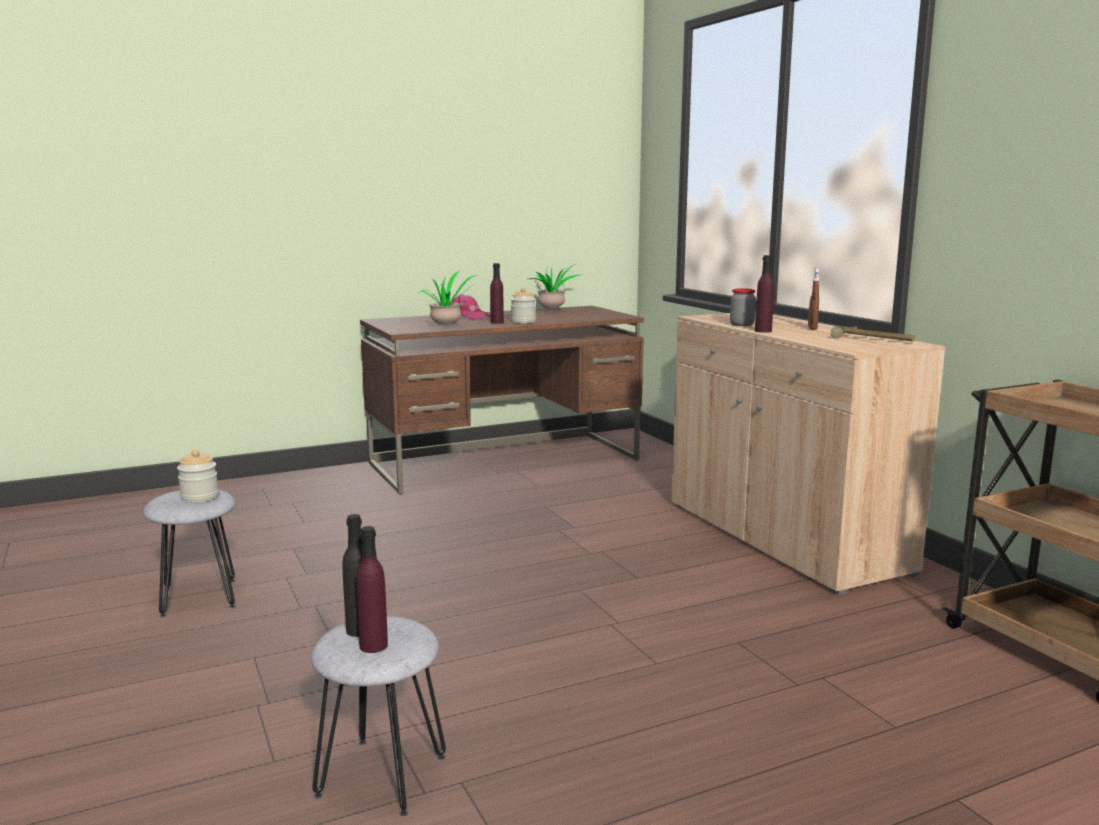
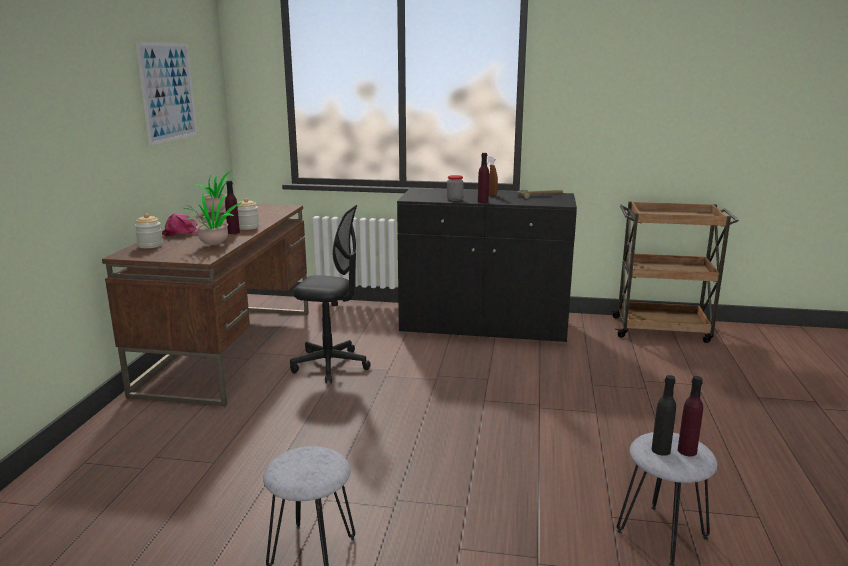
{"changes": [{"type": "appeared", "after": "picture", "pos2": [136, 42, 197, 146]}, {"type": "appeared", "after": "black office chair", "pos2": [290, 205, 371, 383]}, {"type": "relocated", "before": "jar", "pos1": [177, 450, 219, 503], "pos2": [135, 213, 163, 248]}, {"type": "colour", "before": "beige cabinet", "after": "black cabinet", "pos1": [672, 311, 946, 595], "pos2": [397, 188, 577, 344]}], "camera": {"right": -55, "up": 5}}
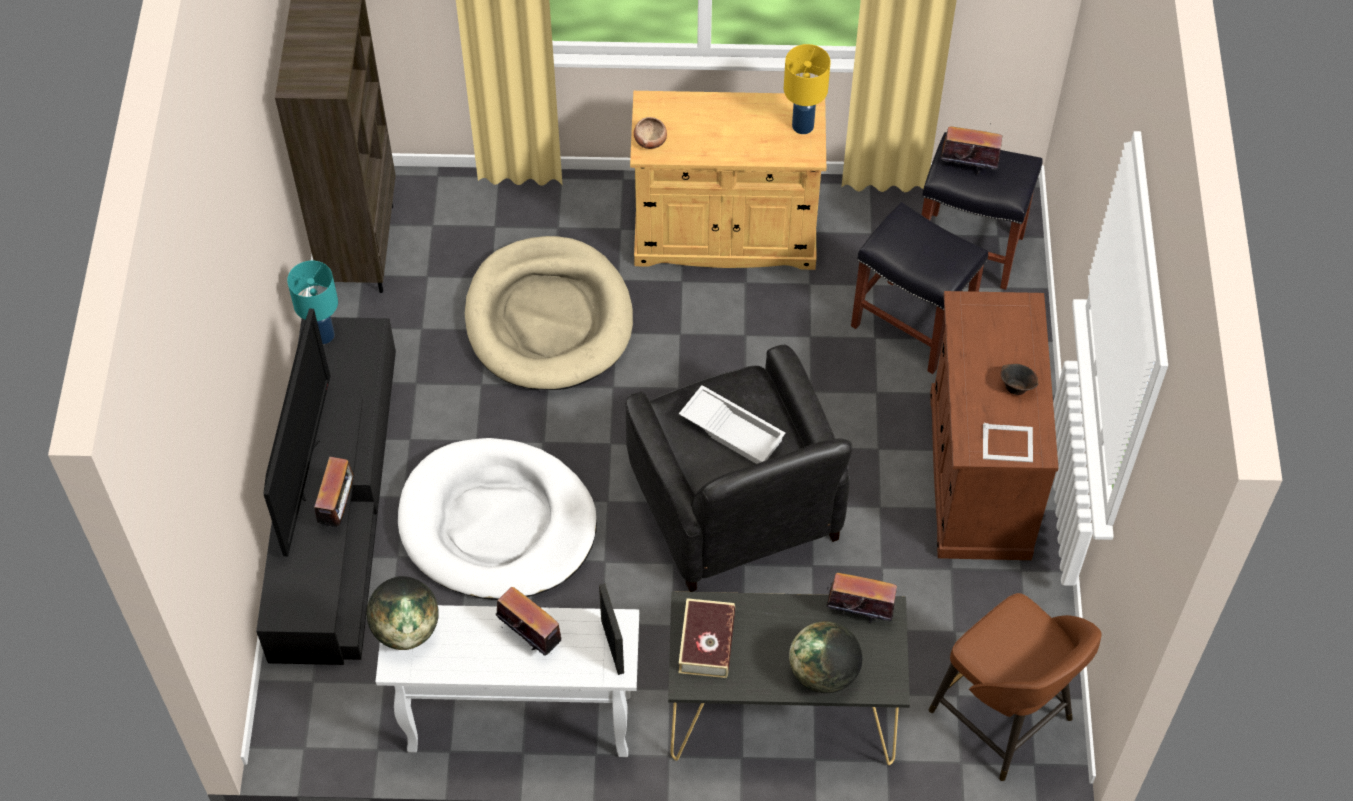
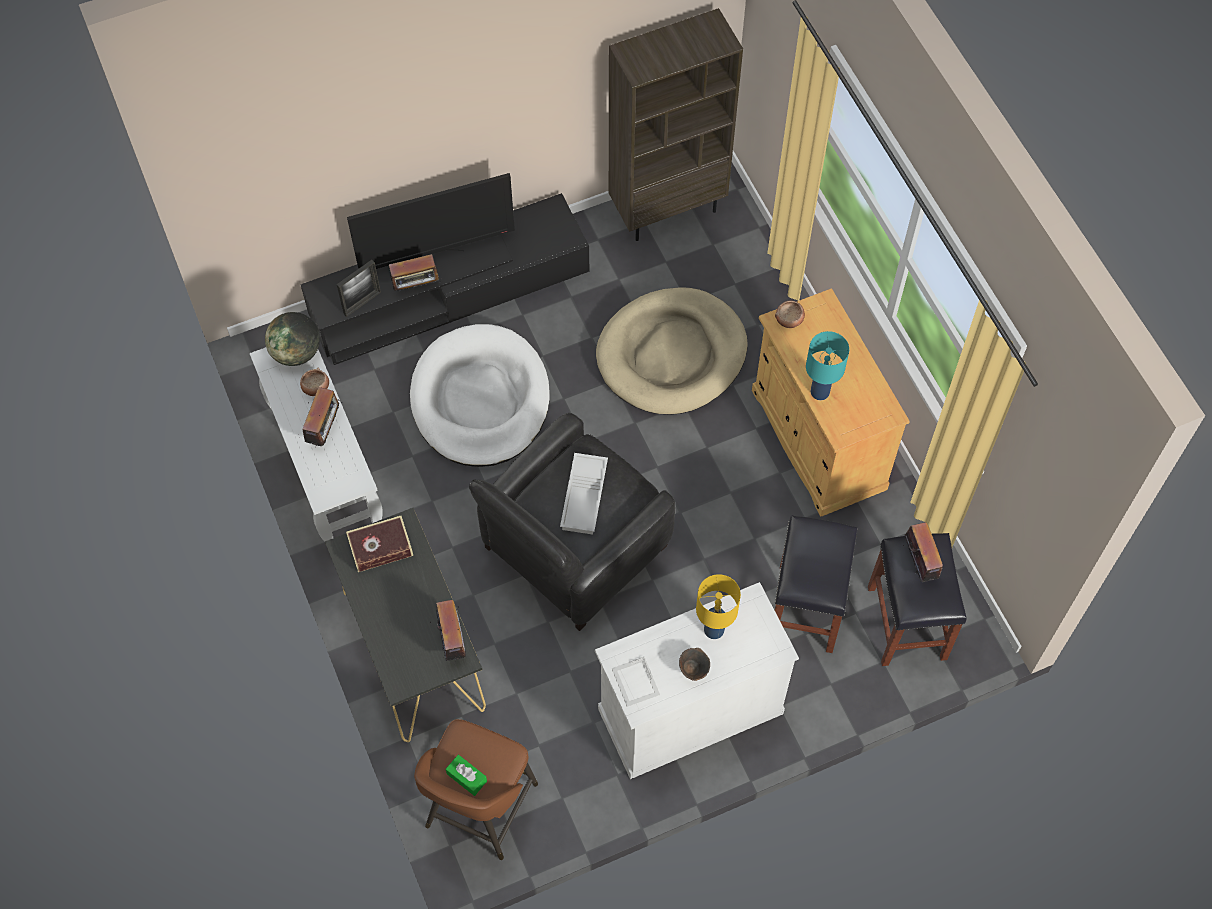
{"changes": [{"type": "missing", "before": "globe", "pos1": [789, 621, 862, 693]}, {"type": "appeared", "after": "bowl", "pos2": [300, 368, 329, 396]}, {"type": "appeared", "after": "green tissue box", "pos2": [446, 755, 487, 796]}, {"type": "relocated", "before": "turquoise table lamp", "pos1": [287, 261, 338, 344], "pos2": [806, 331, 849, 400]}, {"type": "relocated", "before": "picture frame", "pos1": [599, 583, 624, 675], "pos2": [337, 260, 381, 317]}, {"type": "relocated", "before": "yellow table lamp", "pos1": [784, 44, 831, 134], "pos2": [696, 574, 741, 639]}, {"type": "colour", "before": "brown cabinet", "after": "white cabinet", "pos1": [930, 291, 1059, 560], "pos2": [595, 582, 799, 779]}], "camera": {"right": 65, "up": 5}}
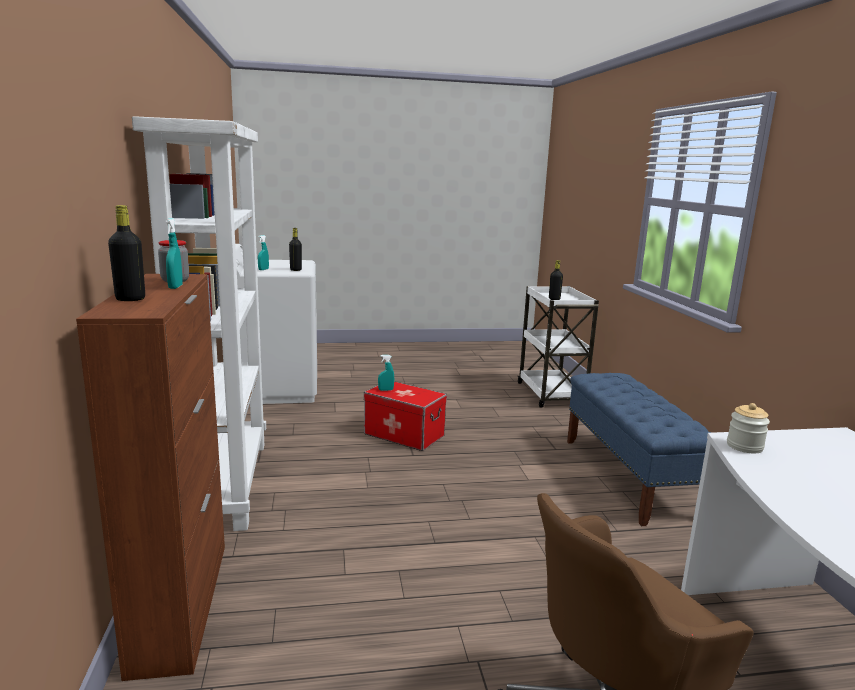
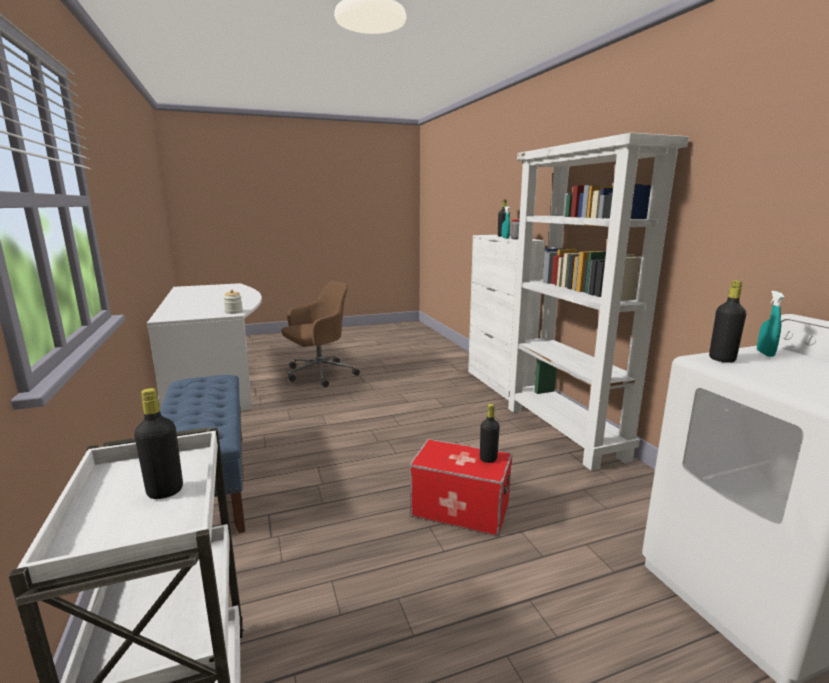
{"changes": [{"type": "exchanged", "before": "turquoise spray bottle", "after": "black bottle", "pos1": [378, 355, 394, 391], "pos2": [480, 404, 500, 463]}, {"type": "colour", "before": "brown cabinet", "after": "white cabinet", "pos1": [76, 274, 225, 681], "pos2": [468, 235, 546, 401]}], "camera": {"right": 170, "up": 0}}
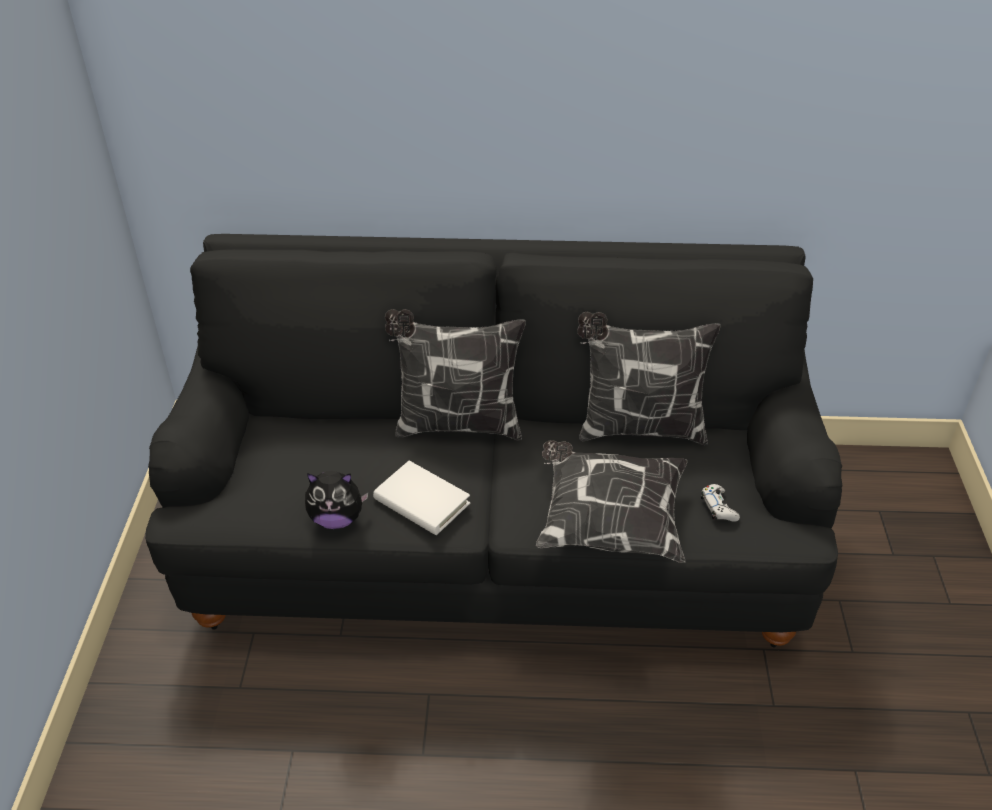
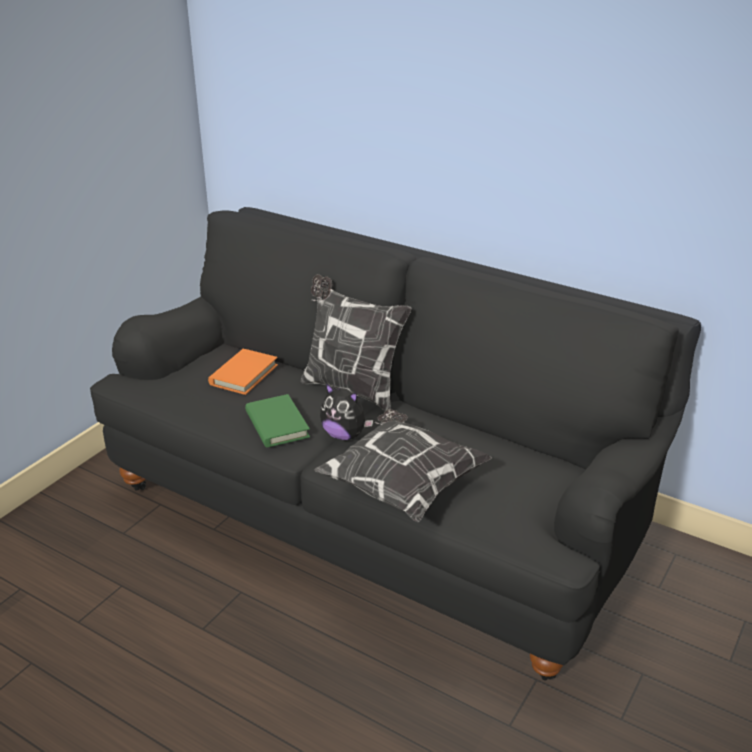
{"changes": [{"type": "missing", "before": "pillow", "pos1": [578, 312, 720, 445]}, {"type": "missing", "before": "white game controller", "pos1": [701, 484, 740, 522]}, {"type": "appeared", "after": "orange book", "pos2": [208, 349, 278, 395]}, {"type": "relocated", "before": "plush toy", "pos1": [305, 471, 369, 529], "pos2": [320, 383, 373, 440]}, {"type": "colour", "before": "white book", "after": "green book", "pos1": [373, 461, 470, 535], "pos2": [245, 394, 310, 448]}], "camera": {"right": 30, "up": -10}}
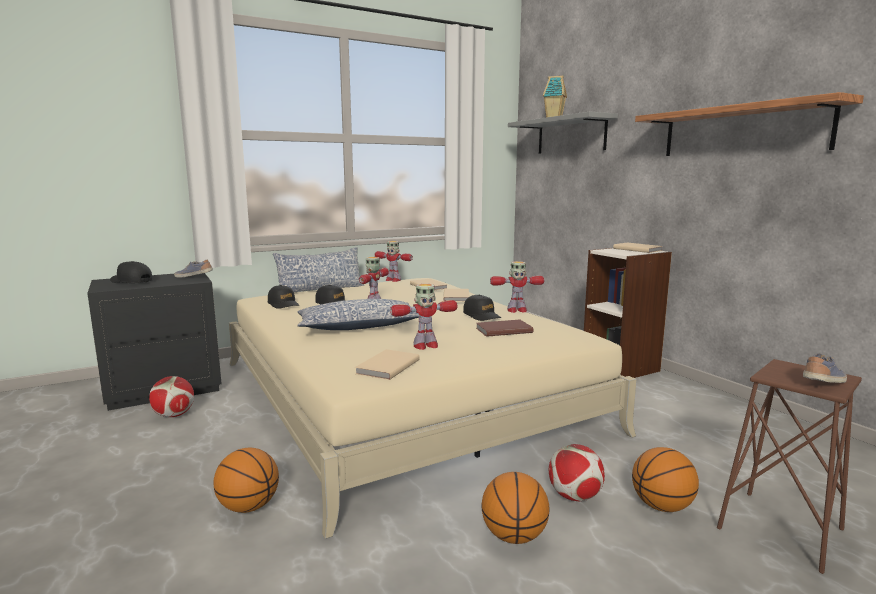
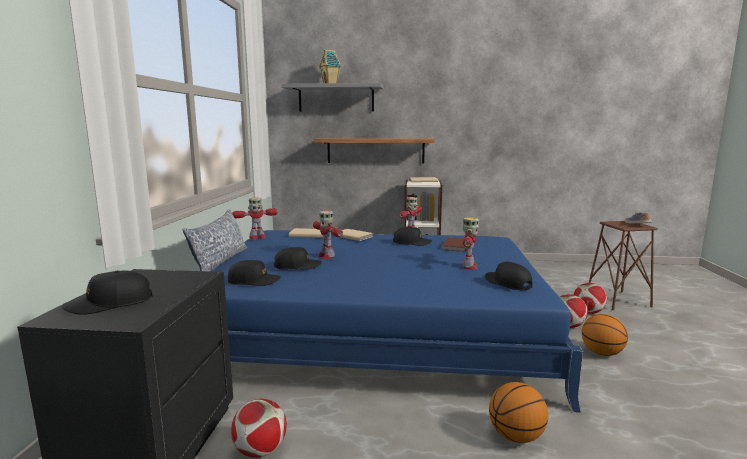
{"changes": [{"type": "missing", "before": "shoe", "pos1": [174, 259, 213, 277]}, {"type": "missing", "before": "pillow", "pos1": [297, 299, 419, 330]}, {"type": "relocated", "before": "shelf", "pos1": [635, 92, 864, 156], "pos2": [314, 138, 435, 164]}, {"type": "exchanged", "before": "beige book", "after": "black cap", "pos1": [355, 349, 420, 380], "pos2": [485, 262, 532, 290]}, {"type": "exchanged", "before": "basketball", "after": "football", "pos1": [632, 447, 699, 512], "pos2": [574, 283, 607, 314]}, {"type": "colour", "before": "beige bed", "after": "blue bed", "pos1": [229, 278, 637, 539], "pos2": [211, 230, 583, 413]}], "camera": {"right": -55, "up": 0}}
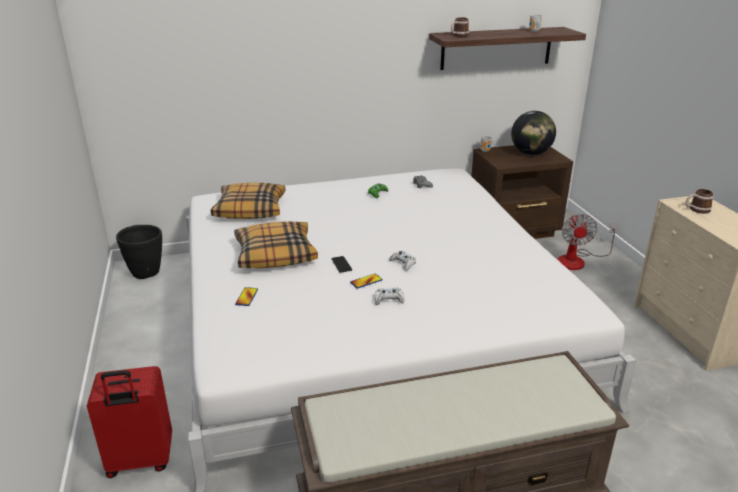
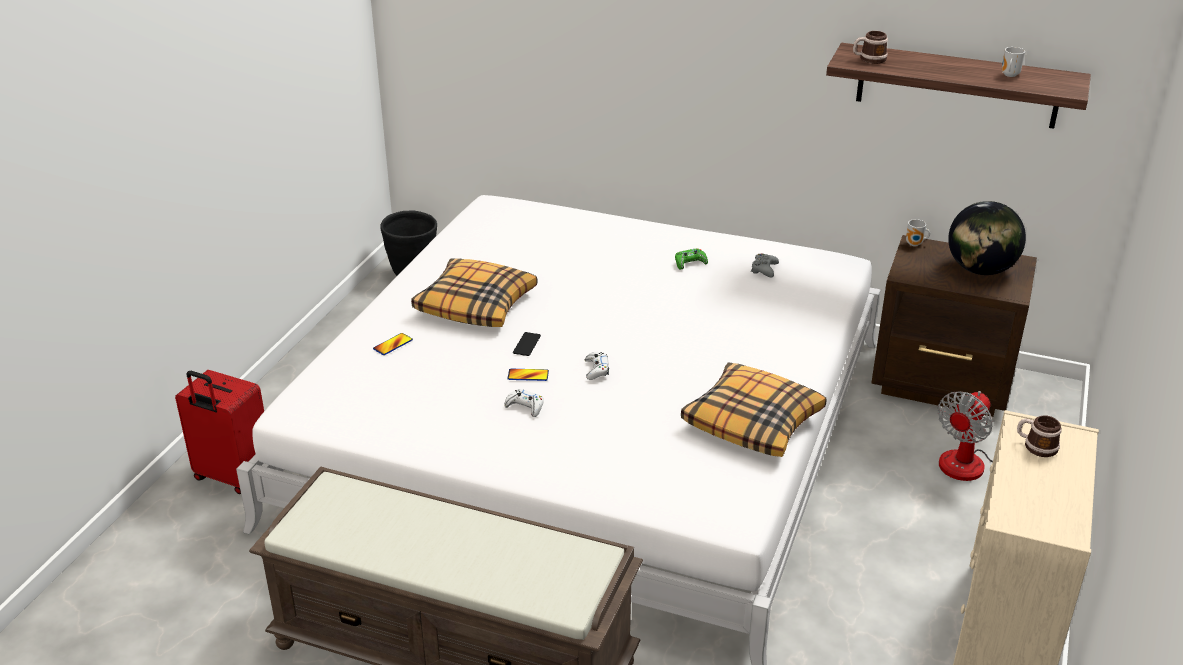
{"changes": [{"type": "relocated", "before": "pillow", "pos1": [211, 183, 285, 219], "pos2": [681, 362, 826, 457]}], "camera": {"right": 35, "up": 5}}
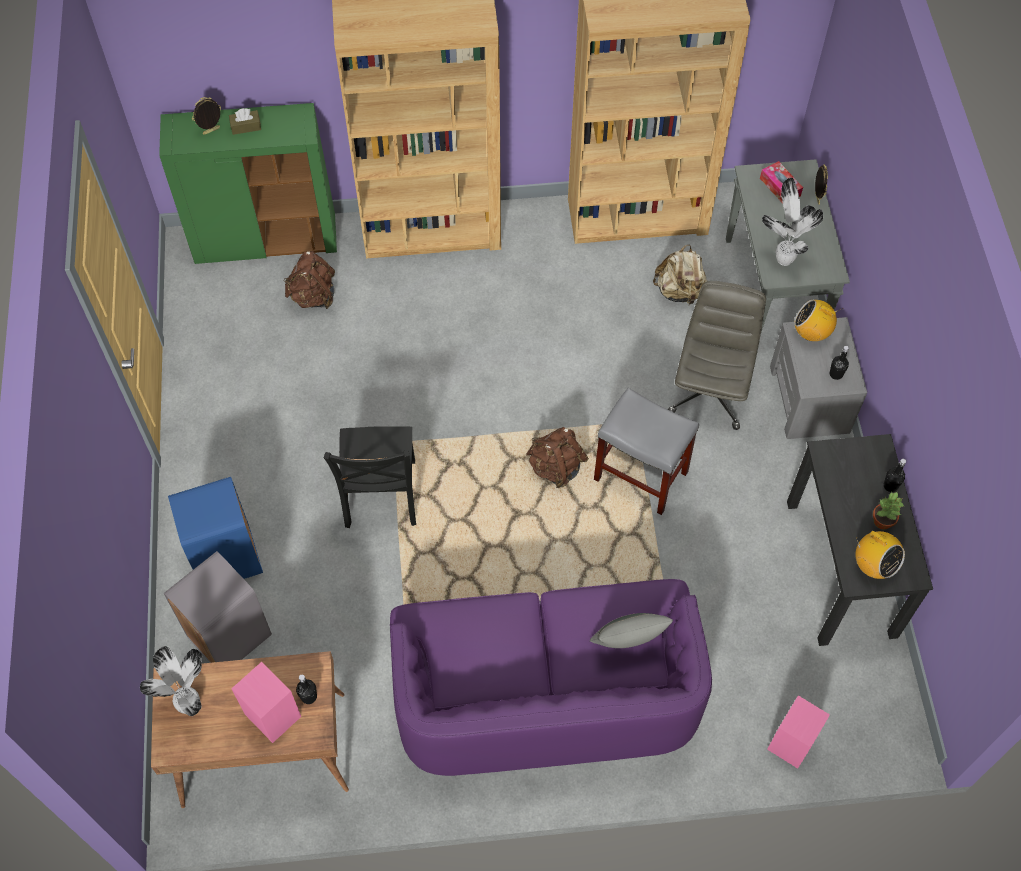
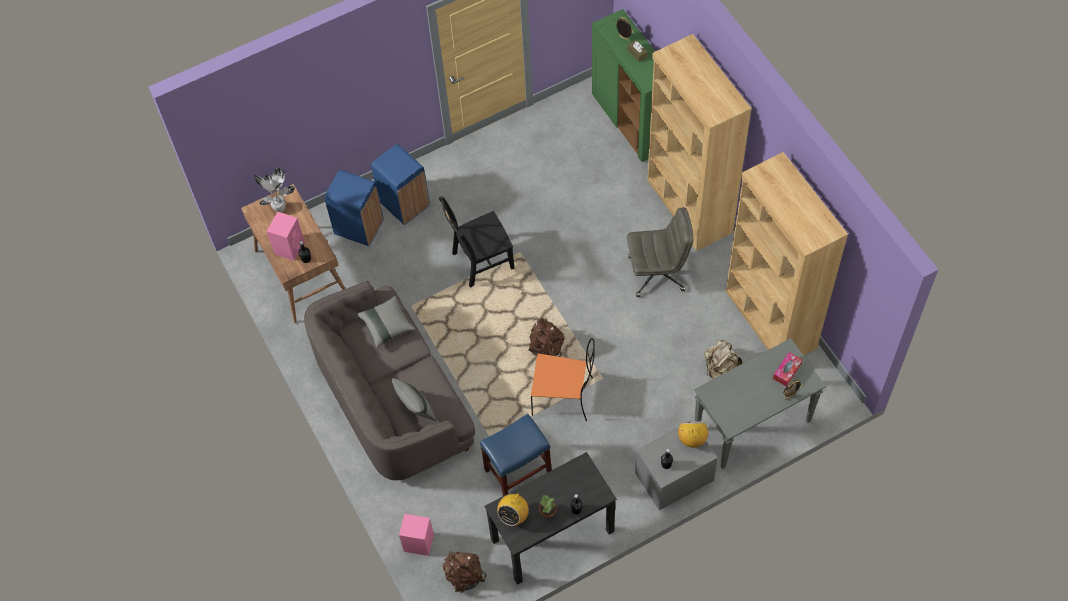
{"changes": [{"type": "missing", "before": "potted plant", "pos1": [762, 178, 823, 266]}, {"type": "appeared", "after": "grey pillow", "pos2": [357, 296, 415, 349]}, {"type": "appeared", "after": "blue stool", "pos2": [480, 414, 552, 496]}, {"type": "relocated", "before": "brown backpack", "pos1": [283, 251, 335, 309], "pos2": [443, 551, 487, 592]}, {"type": "relocated", "before": "grey office chair", "pos1": [668, 281, 766, 430], "pos2": [627, 207, 693, 297]}, {"type": "exchanged", "before": "grey stool", "after": "orange chair", "pos1": [594, 388, 699, 515], "pos2": [531, 338, 595, 421]}, {"type": "colour", "before": "grey trash can", "after": "blue trash can", "pos1": [164, 551, 272, 663], "pos2": [324, 170, 383, 246]}, {"type": "colour", "before": "purple sofa", "after": "grey sofa", "pos1": [390, 579, 712, 776], "pos2": [304, 281, 476, 480]}], "camera": {"right": 70, "up": 0}}
